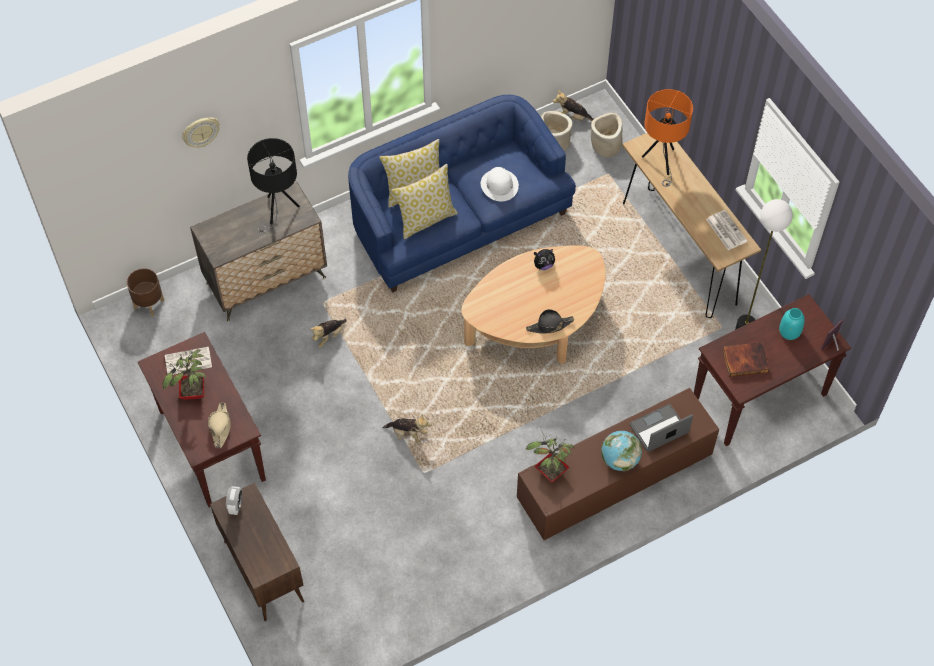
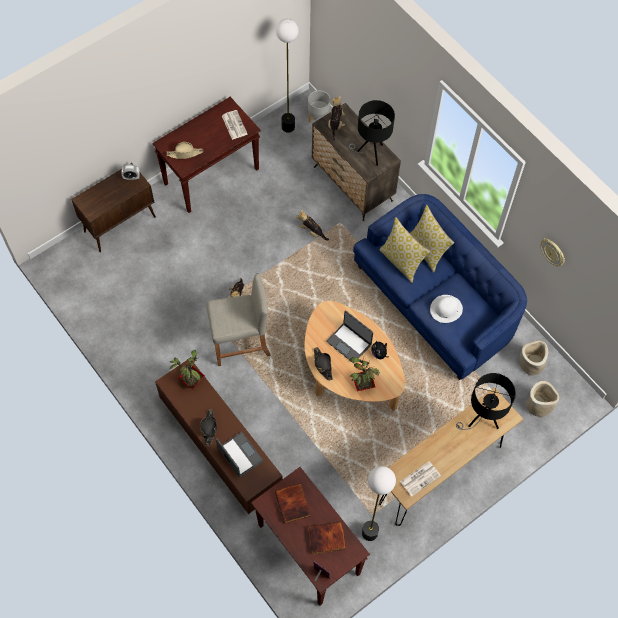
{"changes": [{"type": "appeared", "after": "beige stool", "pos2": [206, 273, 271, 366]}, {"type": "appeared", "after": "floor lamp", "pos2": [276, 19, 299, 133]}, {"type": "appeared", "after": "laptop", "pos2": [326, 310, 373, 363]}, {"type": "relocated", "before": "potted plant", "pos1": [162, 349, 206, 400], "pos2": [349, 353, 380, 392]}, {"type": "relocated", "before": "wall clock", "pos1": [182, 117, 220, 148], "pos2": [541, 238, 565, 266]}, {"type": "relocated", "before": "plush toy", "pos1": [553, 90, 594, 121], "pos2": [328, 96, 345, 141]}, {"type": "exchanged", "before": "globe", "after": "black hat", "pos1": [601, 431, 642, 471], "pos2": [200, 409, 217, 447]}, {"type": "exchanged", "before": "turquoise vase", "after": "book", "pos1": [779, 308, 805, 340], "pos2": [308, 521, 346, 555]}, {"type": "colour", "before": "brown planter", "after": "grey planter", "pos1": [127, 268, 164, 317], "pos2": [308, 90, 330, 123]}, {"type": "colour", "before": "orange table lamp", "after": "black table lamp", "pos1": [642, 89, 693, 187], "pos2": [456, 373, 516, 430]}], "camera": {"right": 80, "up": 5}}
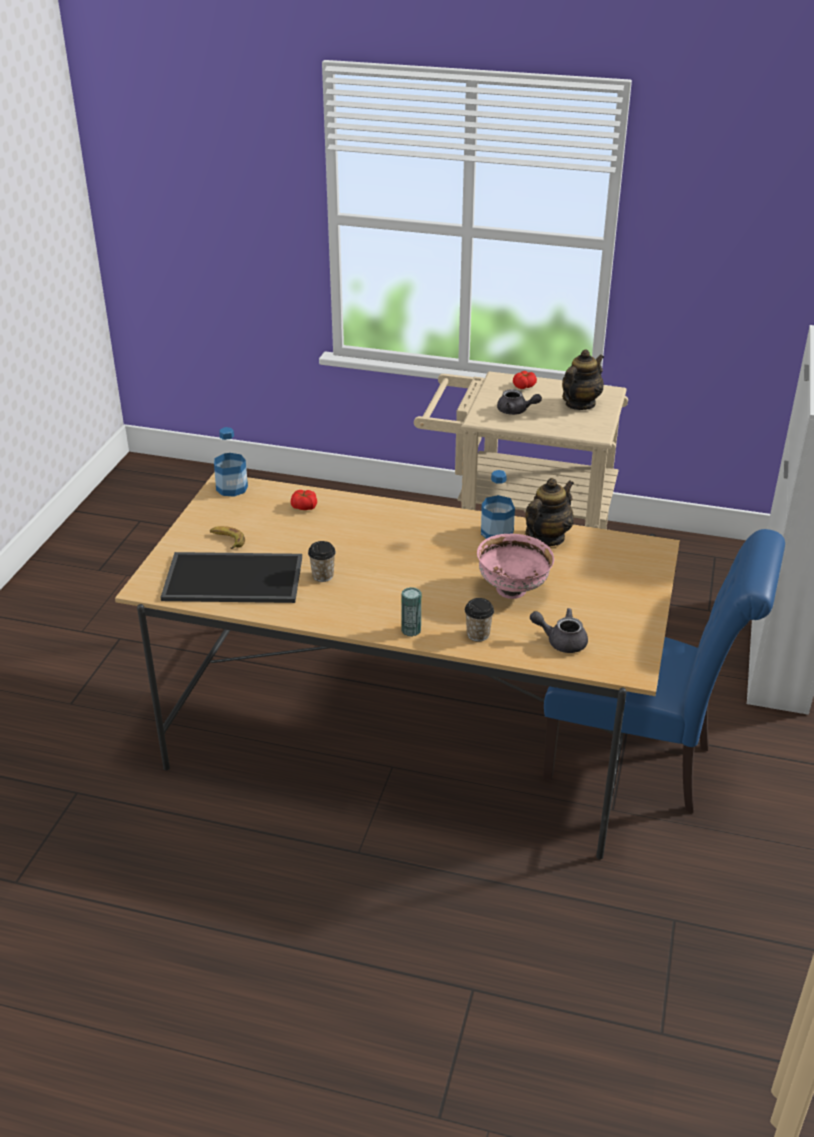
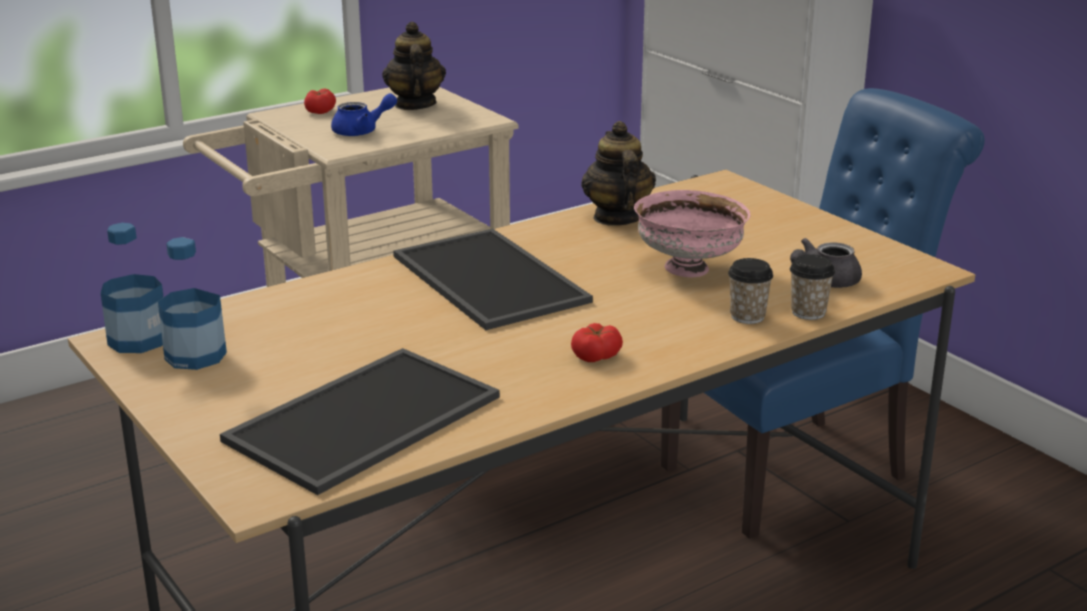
{"changes": [{"type": "missing", "before": "banana", "pos1": [210, 526, 245, 549]}, {"type": "missing", "before": "can", "pos1": [401, 587, 421, 636]}, {"type": "appeared", "after": "tray", "pos2": [393, 229, 593, 330]}, {"type": "relocated", "before": "tomato", "pos1": [291, 490, 317, 510], "pos2": [571, 323, 623, 362]}, {"type": "relocated", "before": "cup", "pos1": [308, 541, 336, 582], "pos2": [790, 254, 835, 320]}, {"type": "relocated", "before": "bottle", "pos1": [481, 470, 515, 539], "pos2": [158, 237, 227, 370]}, {"type": "colour", "before": "grey teapot", "after": "blue teapot", "pos1": [497, 389, 542, 415], "pos2": [331, 93, 397, 136]}], "camera": {"right": -50, "up": -10}}
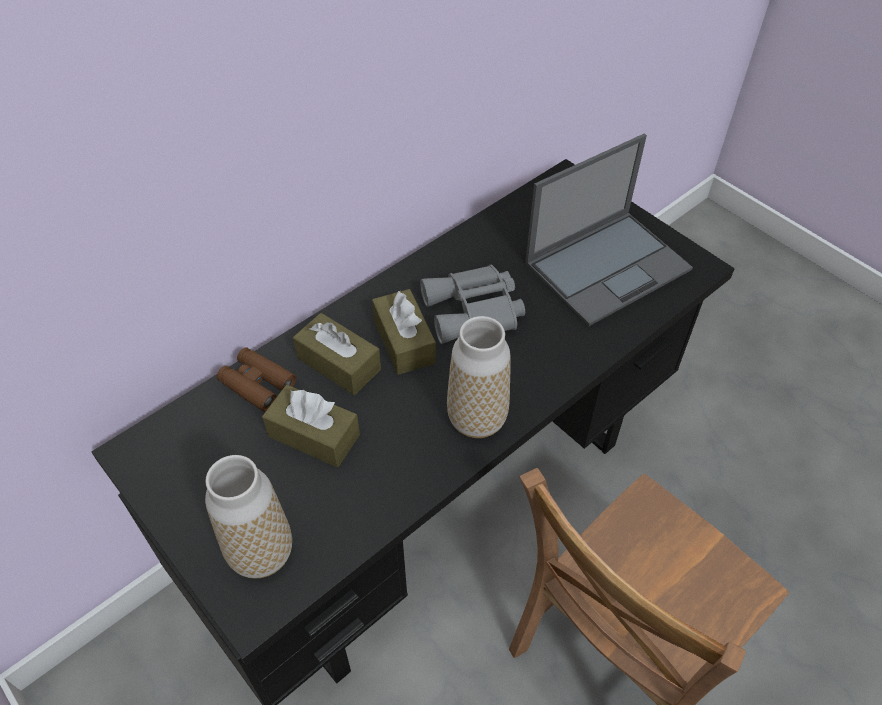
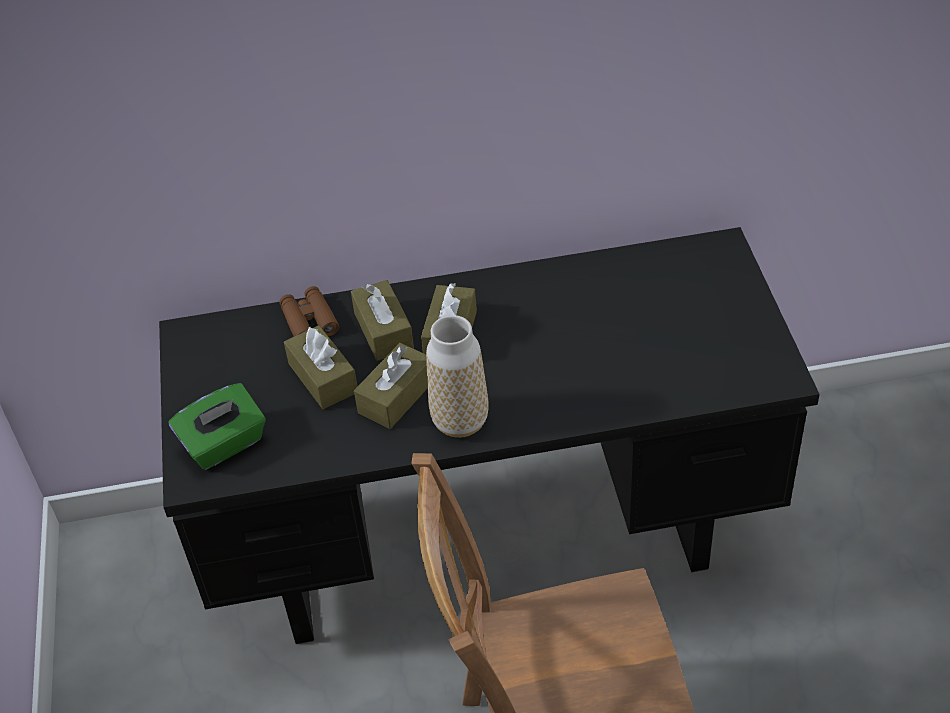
{"changes": [{"type": "missing", "before": "grey binoculars", "pos1": [420, 265, 525, 344]}, {"type": "missing", "before": "laptop", "pos1": [525, 134, 693, 326]}, {"type": "appeared", "after": "brown tissue box", "pos2": [354, 343, 428, 429]}, {"type": "exchanged", "before": "vase", "after": "green tissue box", "pos1": [205, 455, 292, 579], "pos2": [168, 383, 266, 470]}], "camera": {"right": 35, "up": -5}}
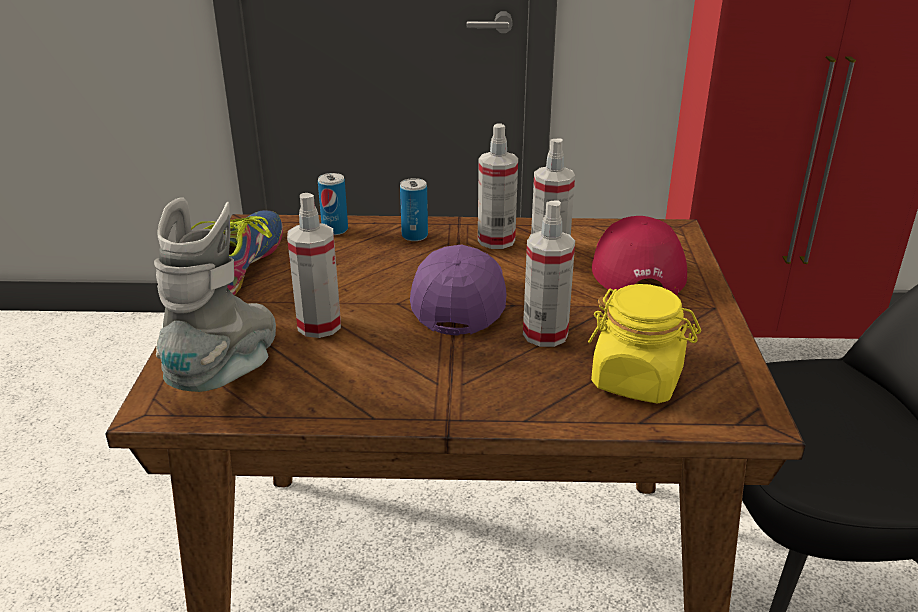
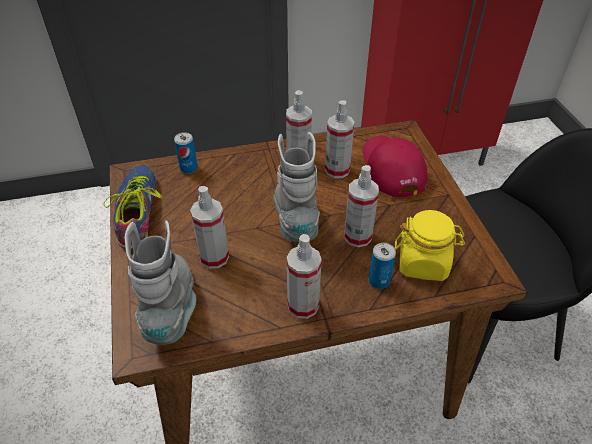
{"changes": [{"type": "appeared", "after": "spray bottle", "pos2": [287, 234, 322, 319]}, {"type": "relocated", "before": "can", "pos1": [400, 178, 428, 241], "pos2": [369, 243, 396, 289]}, {"type": "exchanged", "before": "purple cap", "after": "grey boot", "pos1": [410, 244, 507, 336], "pos2": [273, 132, 320, 242]}], "camera": {"right": -15, "up": 15}}
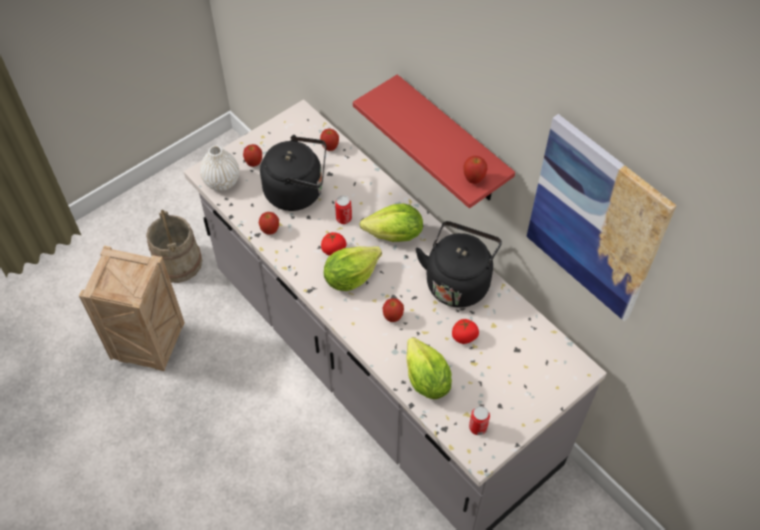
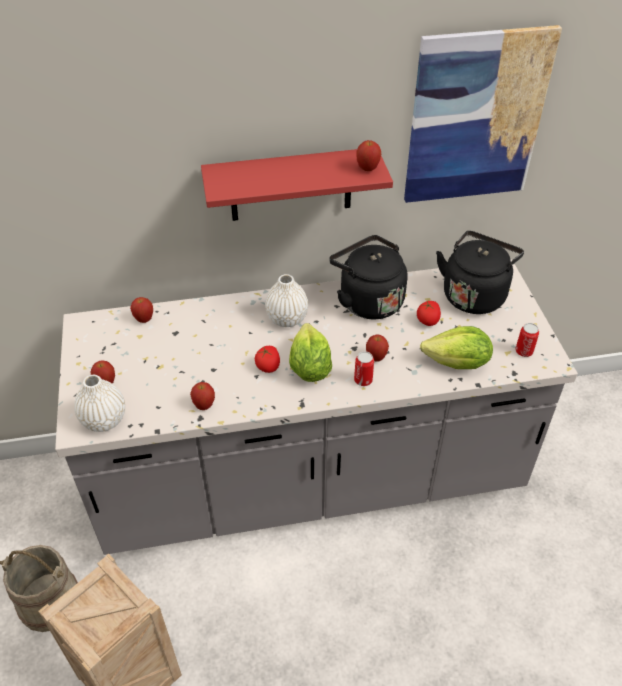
{"changes": [{"type": "relocated", "before": "black kettle", "pos1": [260, 135, 326, 211], "pos2": [436, 231, 524, 314]}, {"type": "relocated", "before": "can", "pos1": [335, 195, 352, 224], "pos2": [354, 351, 374, 386]}, {"type": "exchanged", "before": "lettuce", "after": "white vase", "pos1": [359, 204, 423, 242], "pos2": [265, 274, 308, 327]}], "camera": {"right": -60, "up": -10}}
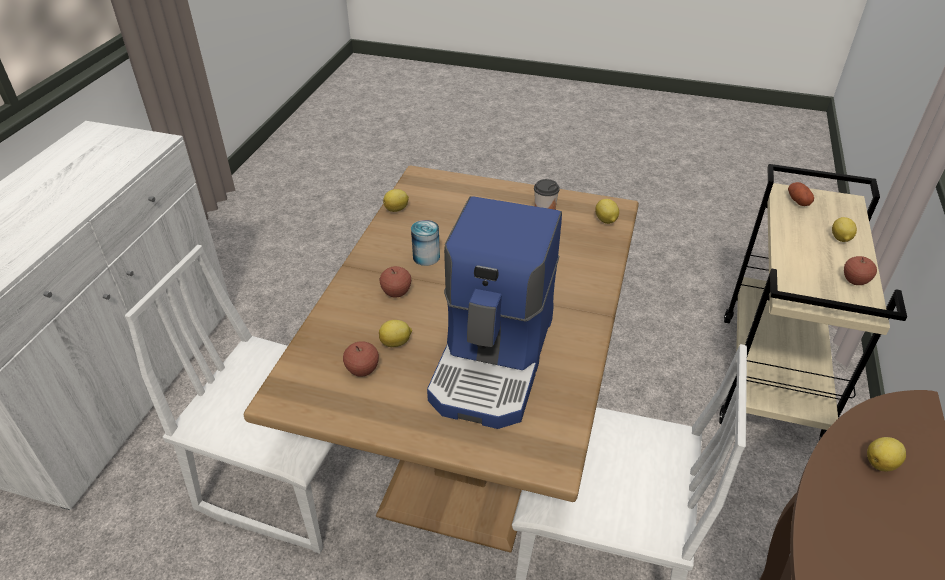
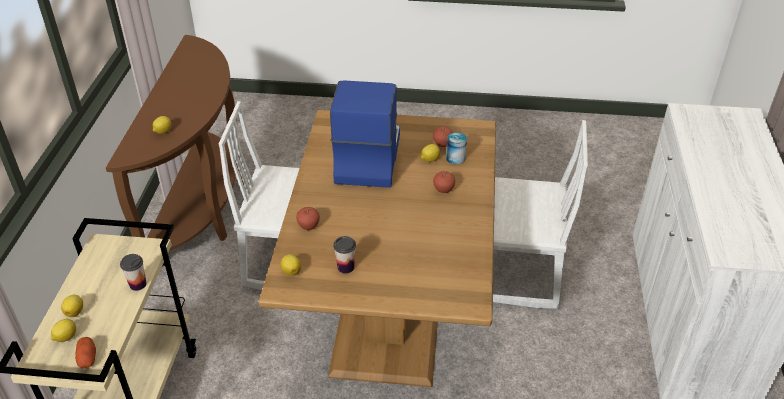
{"changes": [{"type": "appeared", "after": "cup", "pos2": [120, 254, 146, 291]}, {"type": "relocated", "before": "lemon", "pos1": [383, 189, 409, 212], "pos2": [51, 319, 76, 342]}, {"type": "relocated", "before": "can", "pos1": [411, 220, 440, 266], "pos2": [446, 132, 467, 165]}, {"type": "relocated", "before": "apple", "pos1": [844, 256, 877, 285], "pos2": [296, 207, 320, 230]}], "camera": {"right": 170, "up": 0}}
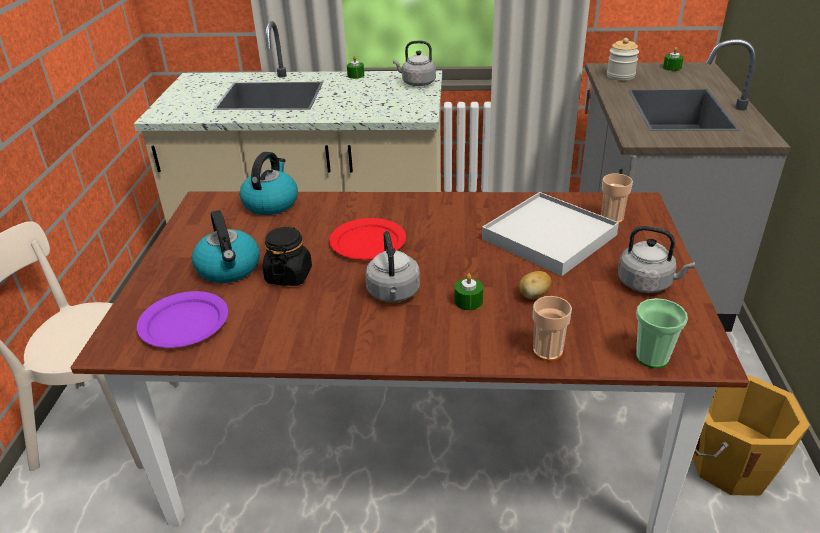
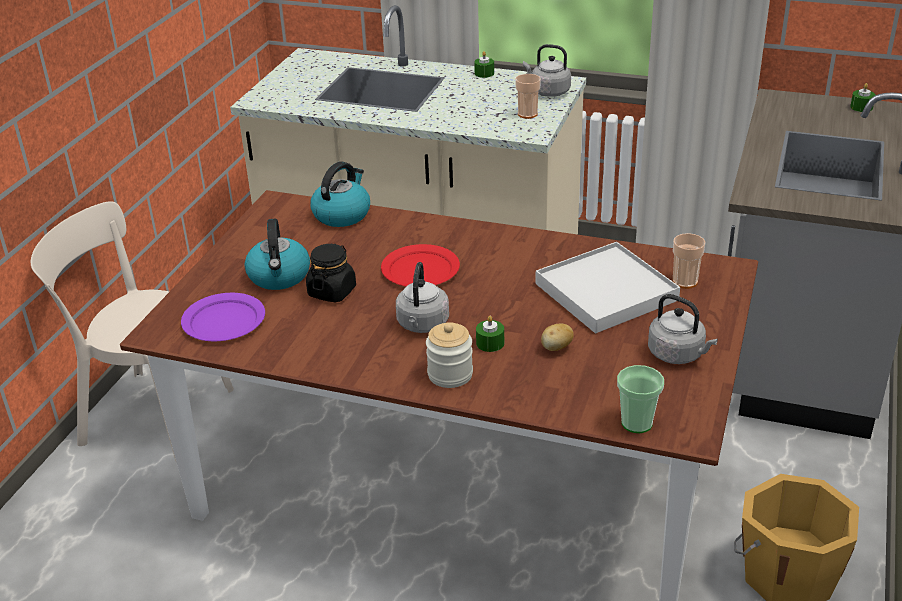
{"changes": [{"type": "relocated", "before": "cup", "pos1": [533, 296, 572, 361], "pos2": [515, 74, 541, 119]}, {"type": "relocated", "before": "jar", "pos1": [607, 38, 639, 81], "pos2": [426, 322, 473, 388]}], "camera": {"right": 15, "up": 0}}
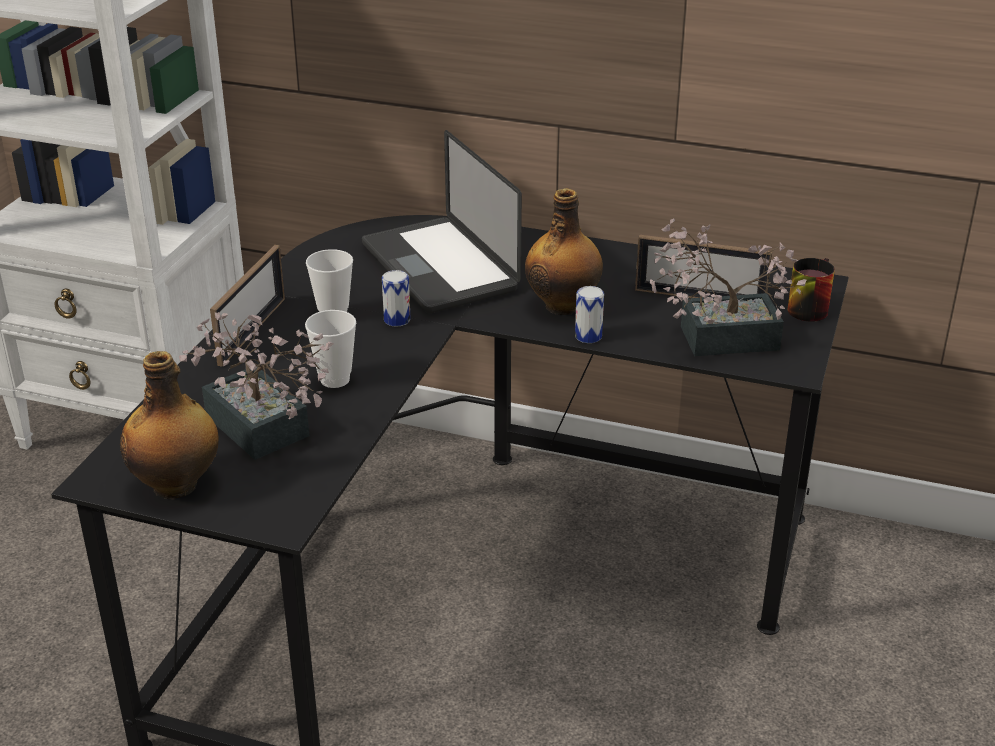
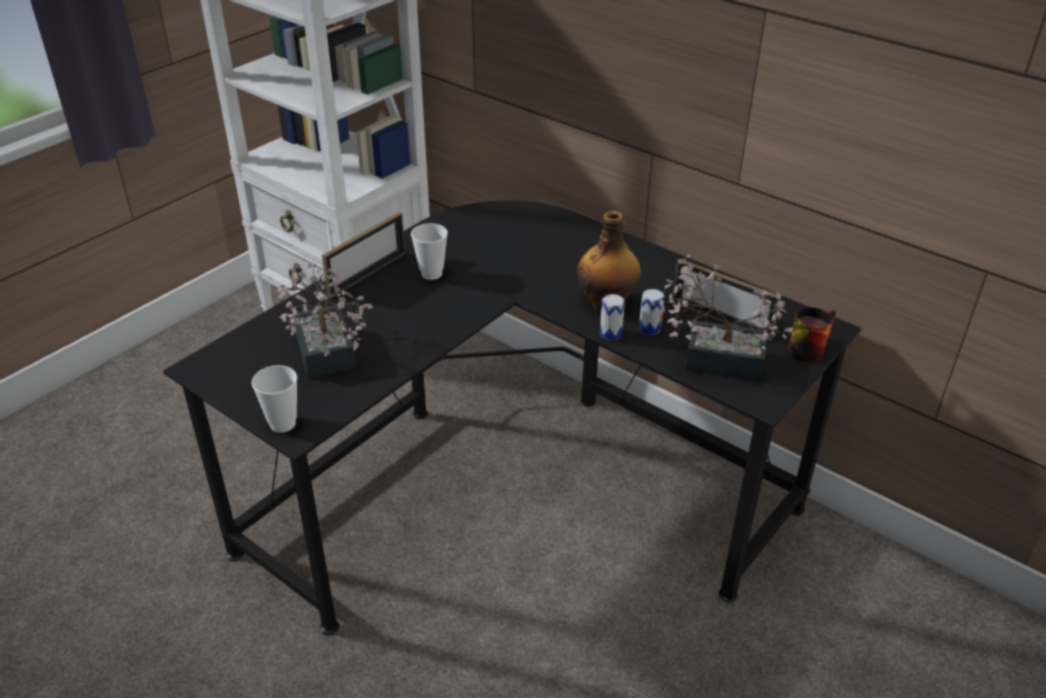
{"changes": [{"type": "missing", "before": "bottle", "pos1": [120, 351, 219, 499]}, {"type": "missing", "before": "laptop", "pos1": [362, 130, 522, 313]}, {"type": "relocated", "before": "cup", "pos1": [305, 310, 356, 388], "pos2": [252, 365, 297, 433]}, {"type": "relocated", "before": "can", "pos1": [382, 270, 411, 327], "pos2": [639, 289, 665, 335]}], "camera": {"right": 20, "up": 5}}
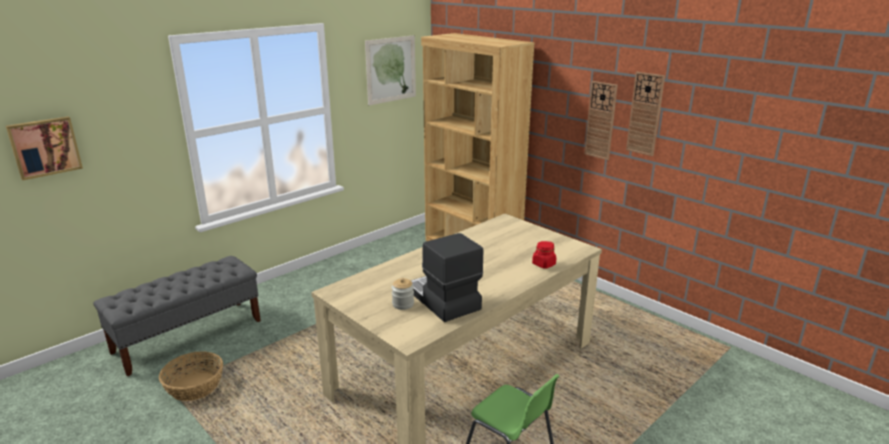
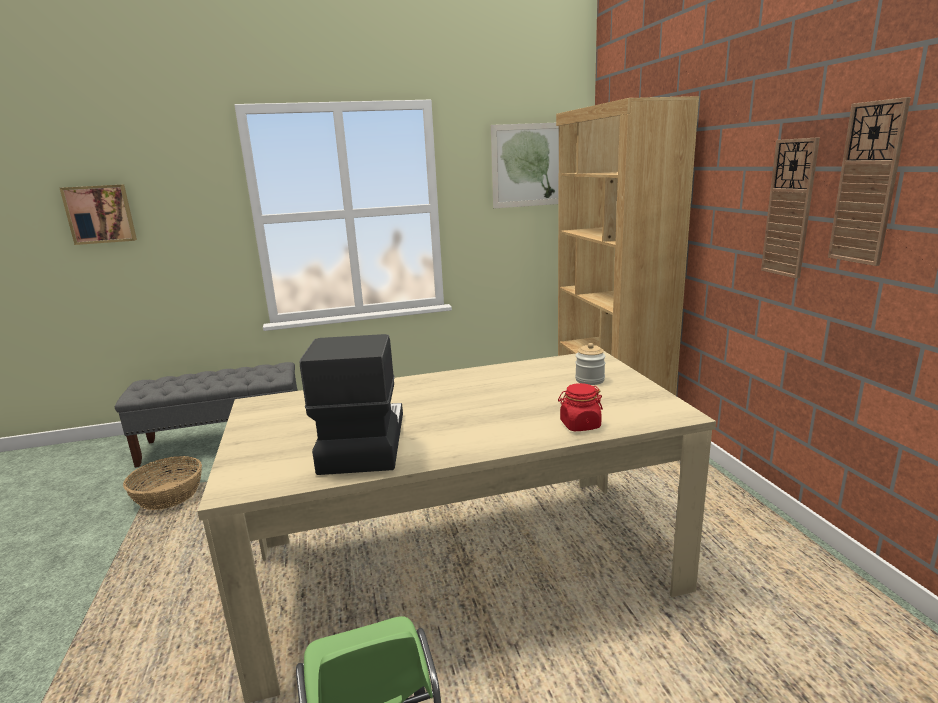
{"changes": [{"type": "relocated", "before": "jar", "pos1": [391, 278, 414, 310], "pos2": [575, 343, 606, 385]}], "camera": {"right": 30, "up": -5}}
